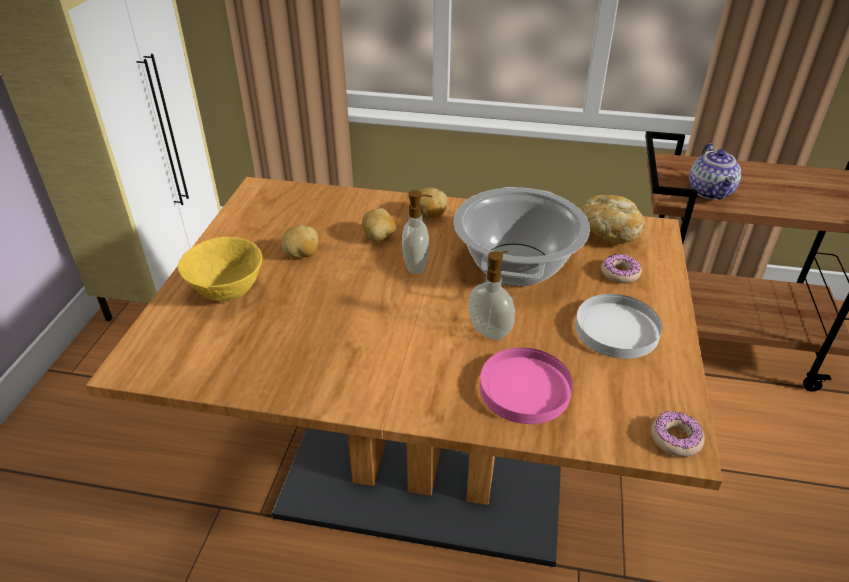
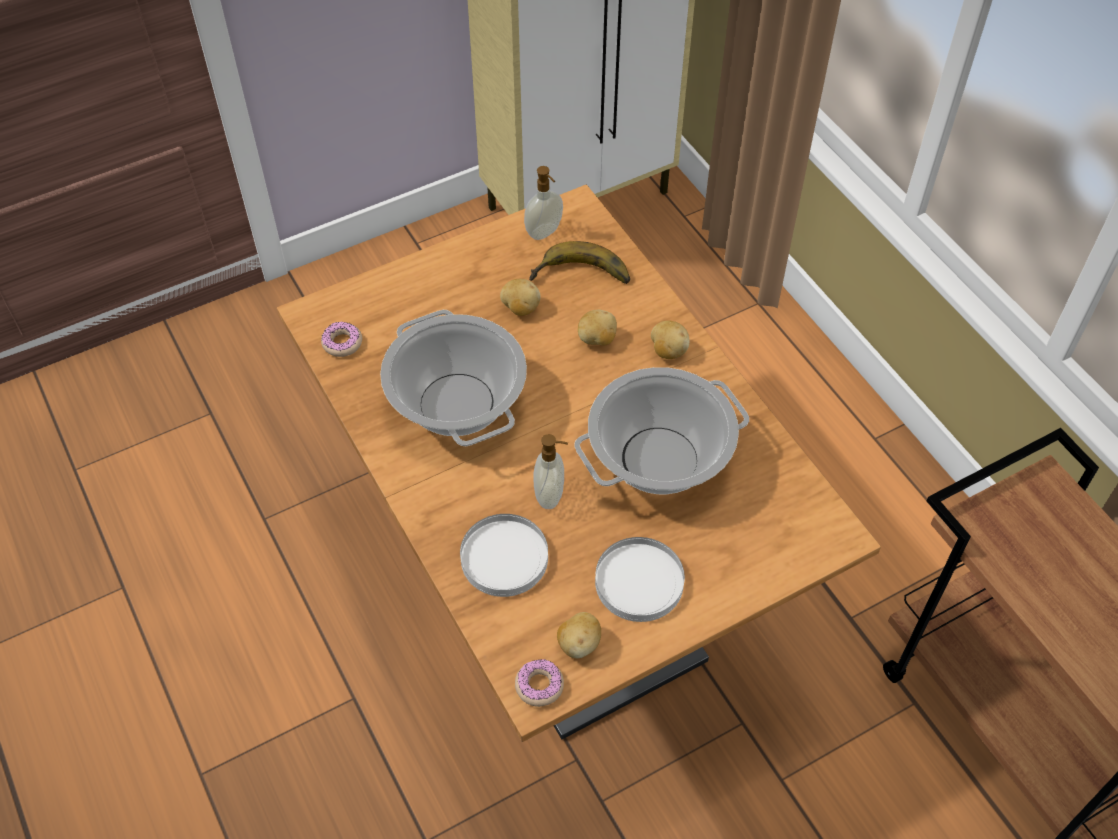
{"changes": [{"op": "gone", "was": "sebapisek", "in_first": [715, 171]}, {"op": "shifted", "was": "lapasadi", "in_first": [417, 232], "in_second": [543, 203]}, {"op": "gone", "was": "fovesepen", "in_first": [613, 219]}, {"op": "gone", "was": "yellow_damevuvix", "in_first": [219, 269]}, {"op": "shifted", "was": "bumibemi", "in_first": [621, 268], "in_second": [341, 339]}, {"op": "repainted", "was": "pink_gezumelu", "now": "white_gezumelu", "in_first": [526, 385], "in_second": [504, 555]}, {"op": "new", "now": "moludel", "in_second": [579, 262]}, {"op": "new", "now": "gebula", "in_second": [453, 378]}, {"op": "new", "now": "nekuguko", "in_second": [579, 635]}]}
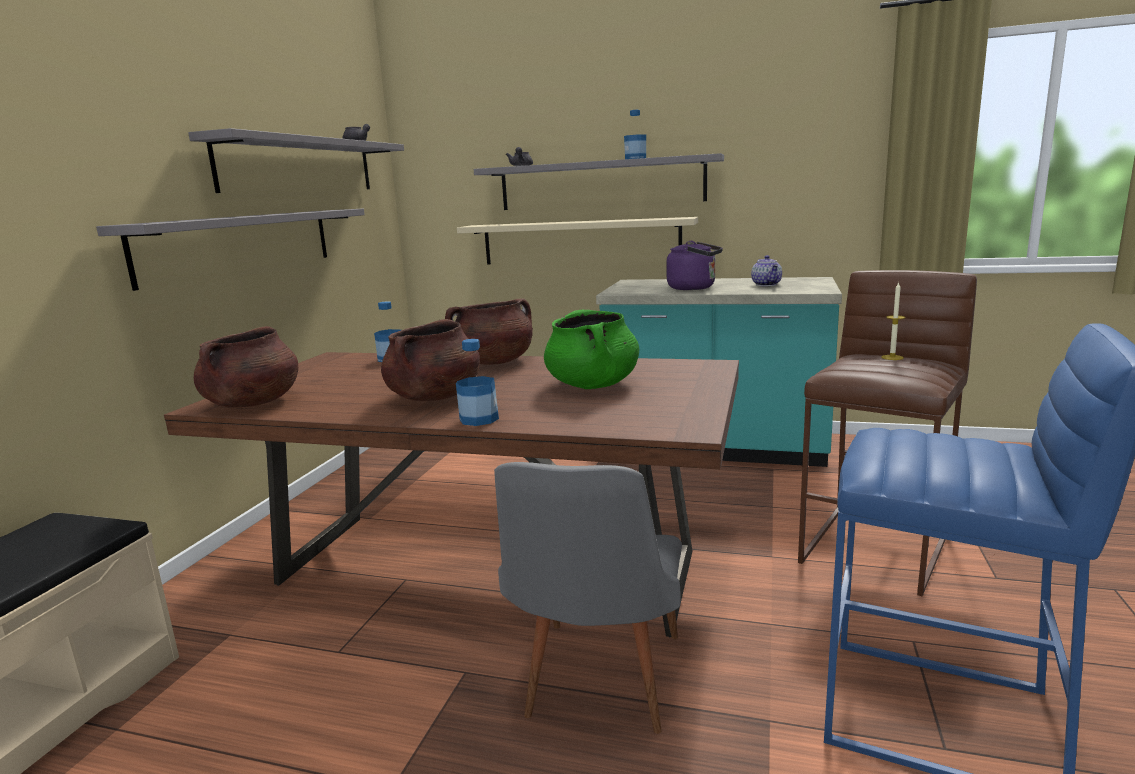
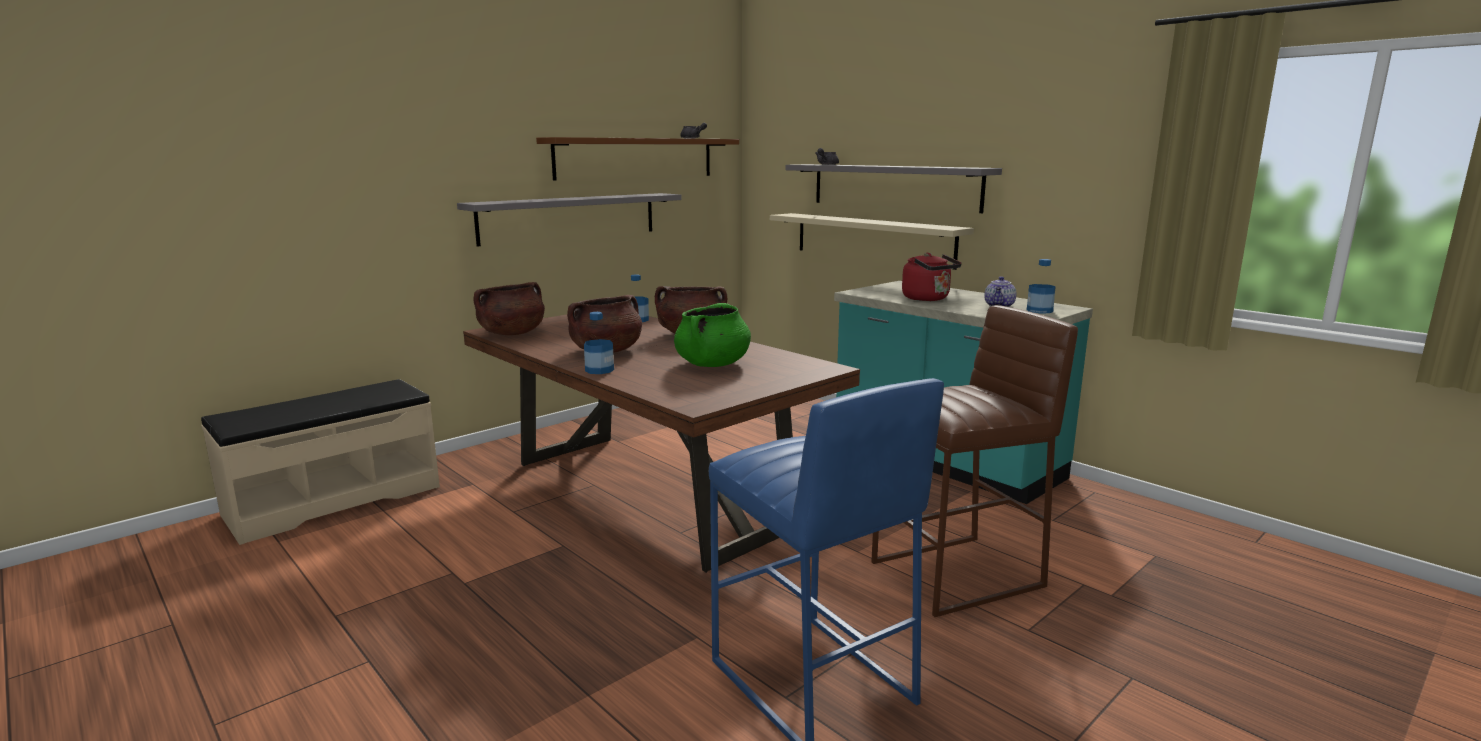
{"changes": [{"op": "shifted", "was": "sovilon", "in_first": [635, 134], "in_second": [1041, 286]}, {"op": "repainted", "was": "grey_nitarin", "now": "brown_nitarin", "in_first": [296, 160], "in_second": [637, 159]}, {"op": "repainted", "was": "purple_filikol", "now": "red_filikol", "in_first": [694, 265], "in_second": [932, 277]}, {"op": "gone", "was": "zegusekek", "in_first": [893, 321]}, {"op": "gone", "was": "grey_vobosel", "in_first": [588, 598]}]}
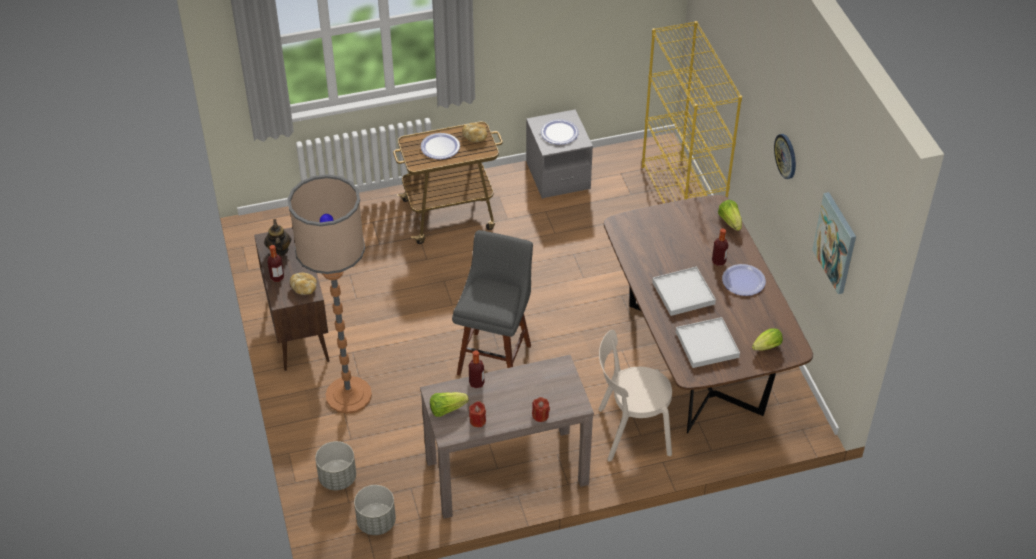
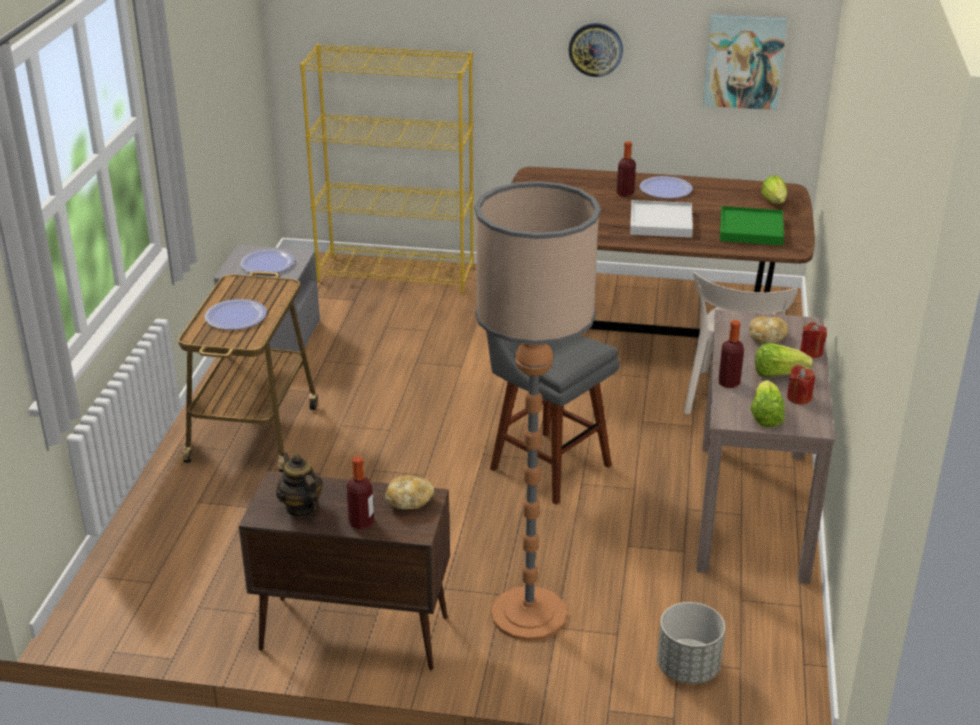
{"changes": [{"op": "shifted", "was": "fovesepen", "in_first": [474, 132], "in_second": [768, 329]}, {"op": "shifted", "was": "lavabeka", "in_first": [730, 215], "in_second": [784, 360]}, {"op": "rotated", "was": "sebapisek", "in_first": [277, 237], "in_second": [299, 484], "clockwise": 45}, {"op": "repainted", "was": "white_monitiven", "now": "green_monitiven", "in_first": [708, 342], "in_second": [752, 225]}, {"op": "gone", "was": "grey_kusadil", "in_first": [375, 510]}]}
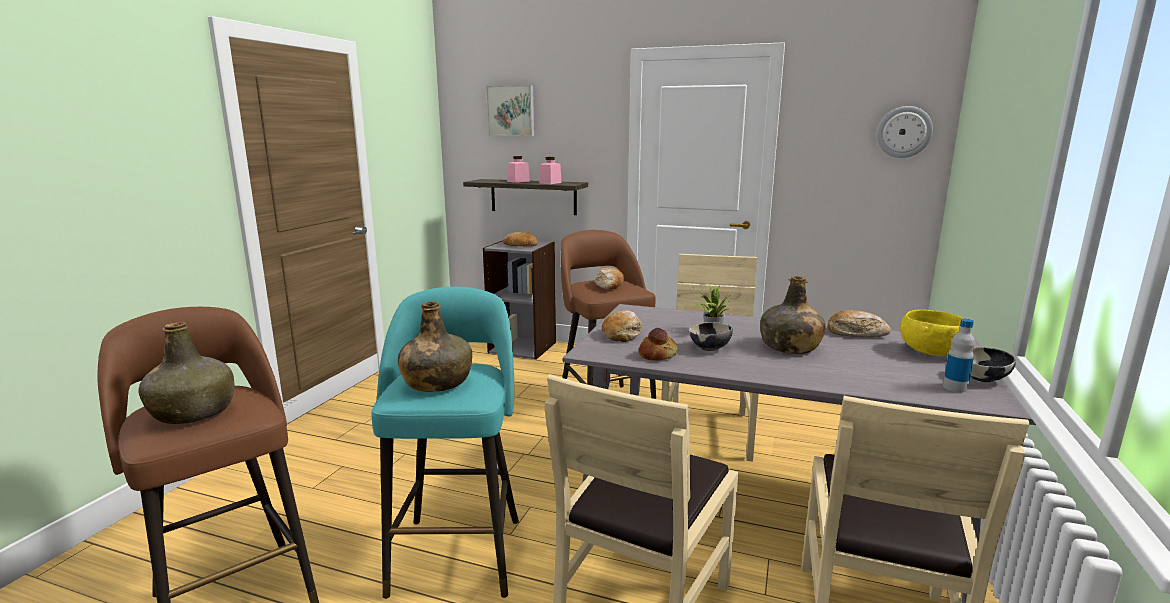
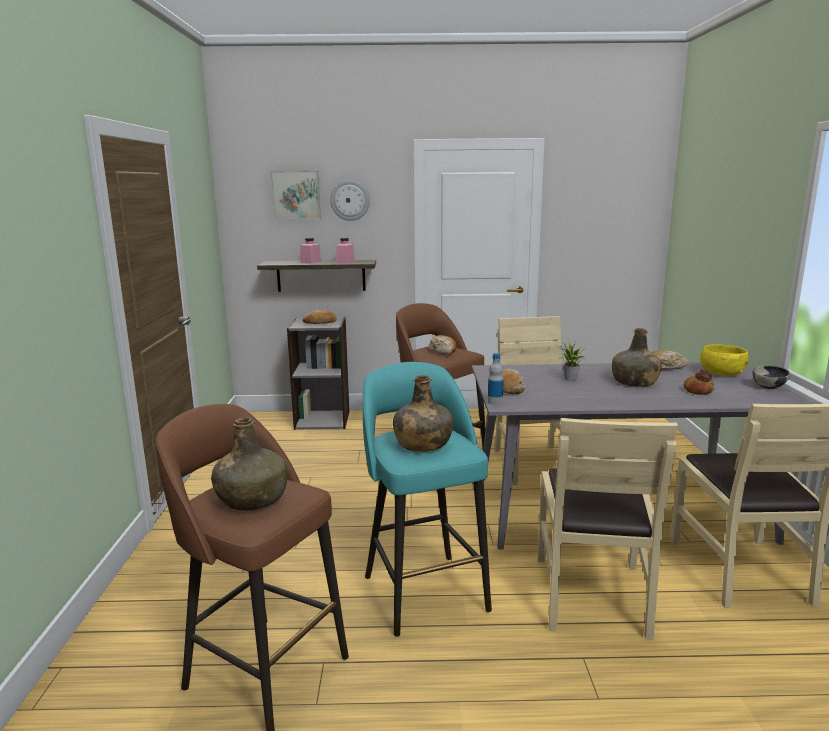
{"changes": [{"op": "shifted", "was": "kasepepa", "in_first": [905, 132], "in_second": [350, 200]}, {"op": "shifted", "was": "sovilon", "in_first": [959, 355], "in_second": [496, 379]}, {"op": "gone", "was": "damevuvix", "in_first": [711, 336]}, {"op": "shifted", "was": "fovesepen", "in_first": [658, 344], "in_second": [699, 382]}]}
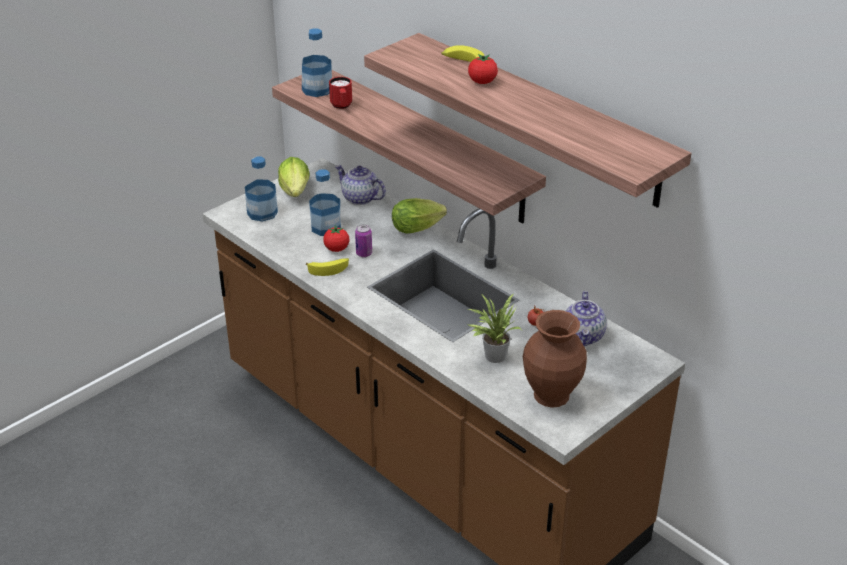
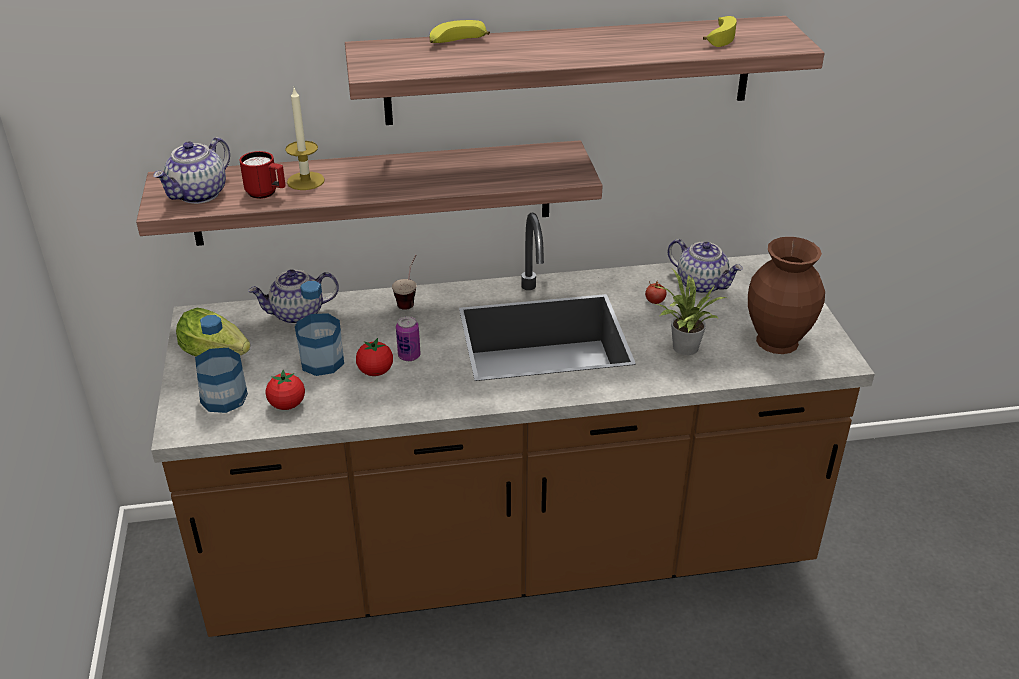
{"changes": [{"op": "swapped", "was": "sovilon", "now": "sebapisek", "in_first": [317, 62], "in_second": [191, 170]}, {"op": "shifted", "was": "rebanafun", "in_first": [483, 69], "in_second": [285, 390]}, {"op": "swapped", "was": "lavabeka", "now": "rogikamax", "in_first": [419, 215], "in_second": [404, 282]}, {"op": "shifted", "was": "moludel", "in_first": [327, 267], "in_second": [720, 31]}, {"op": "new", "now": "zegusekek", "in_second": [305, 139]}]}
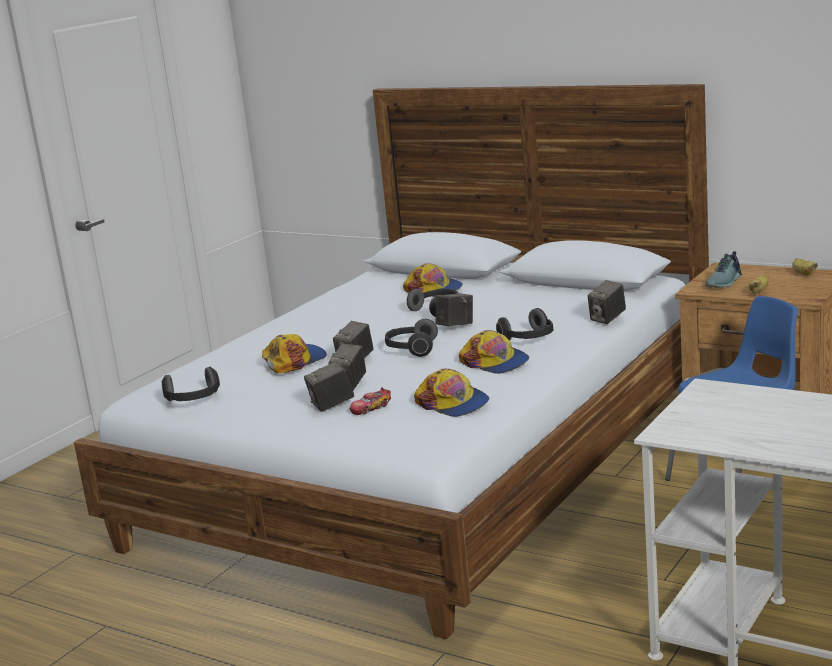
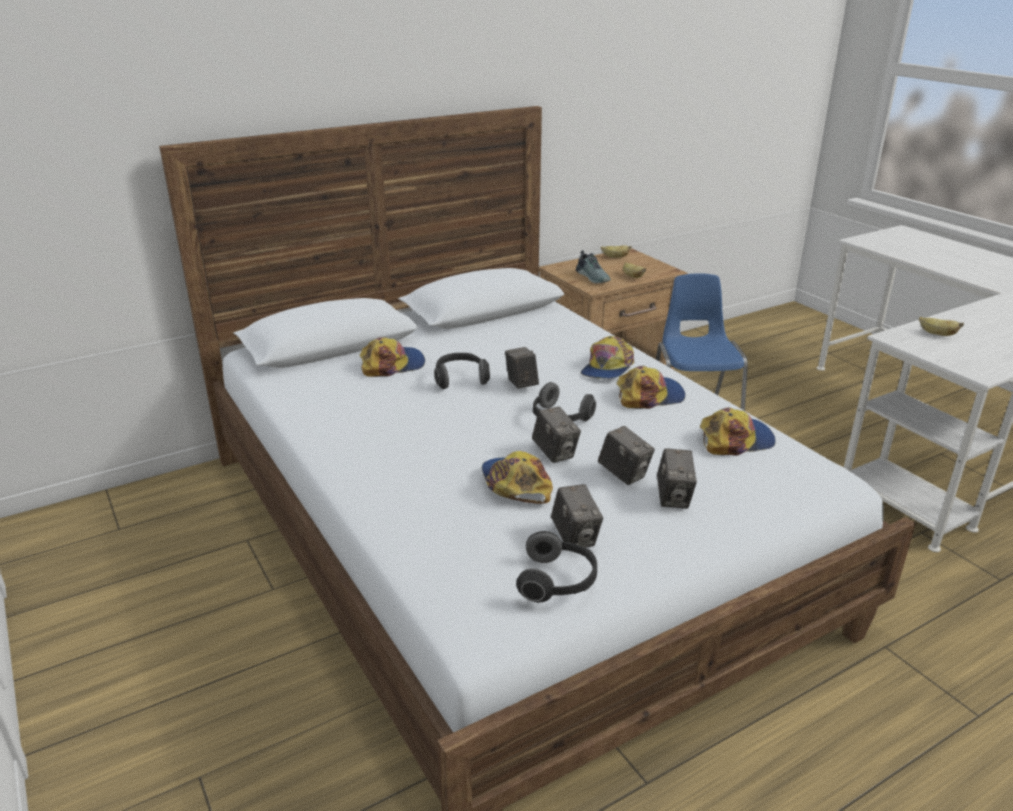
{"changes": [{"op": "shifted", "was": "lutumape", "in_first": [607, 302], "in_second": [577, 516]}, {"op": "swapped", "was": "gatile", "now": "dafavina", "in_first": [524, 324], "in_second": [607, 357]}, {"op": "gone", "was": "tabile", "in_first": [370, 401]}, {"op": "new", "now": "moludel", "in_second": [941, 326]}]}
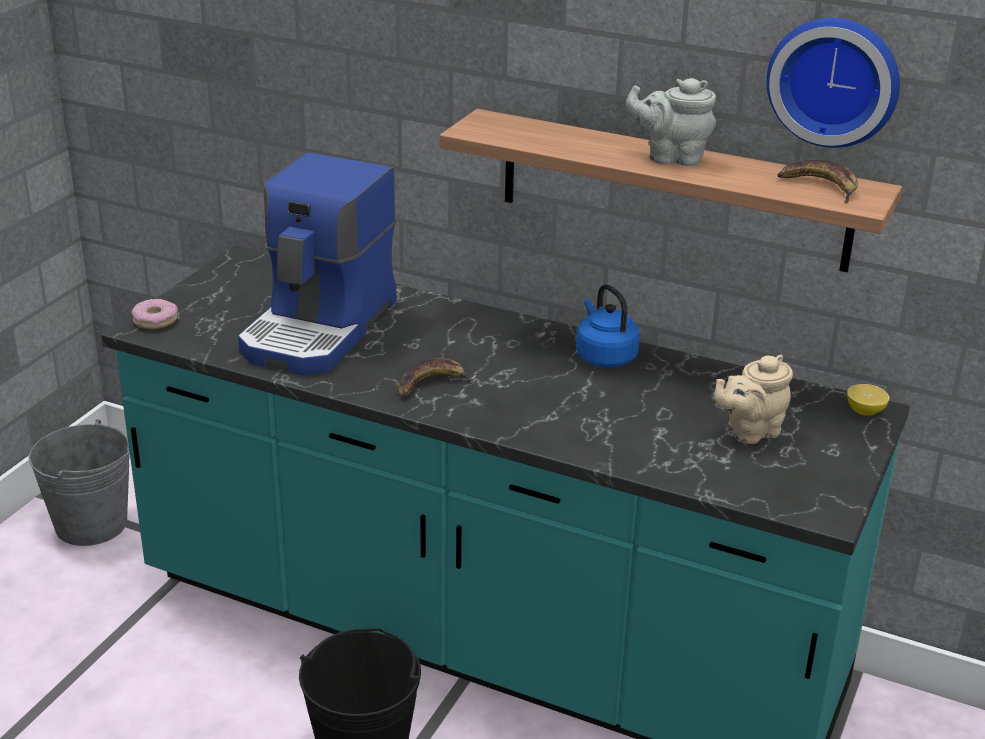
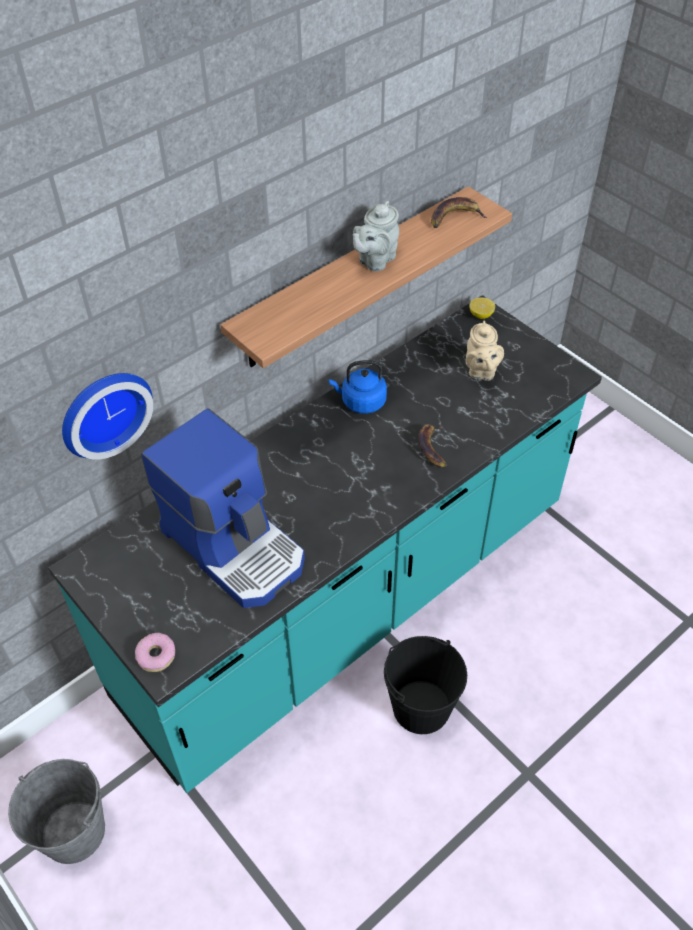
{"changes": [{"op": "shifted", "was": "kasepepa", "in_first": [833, 83], "in_second": [107, 416]}, {"op": "shifted", "was": "moludel", "in_first": [437, 378], "in_second": [432, 446]}]}
